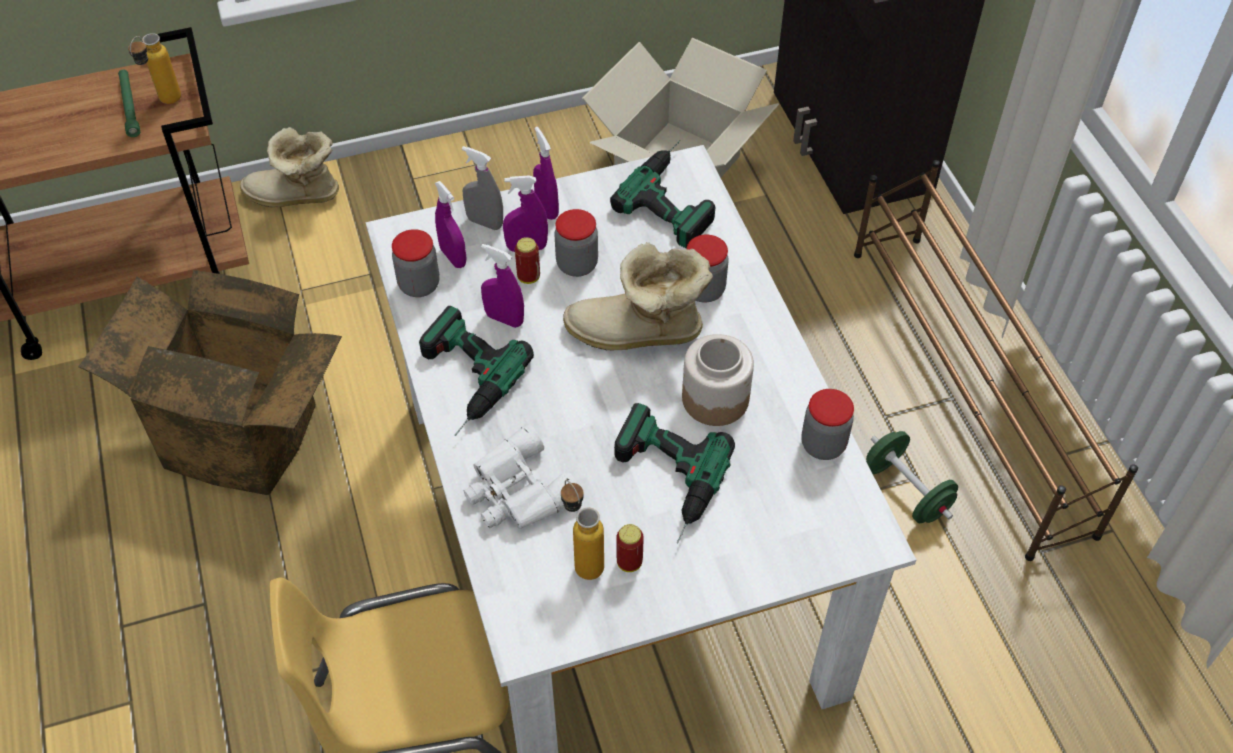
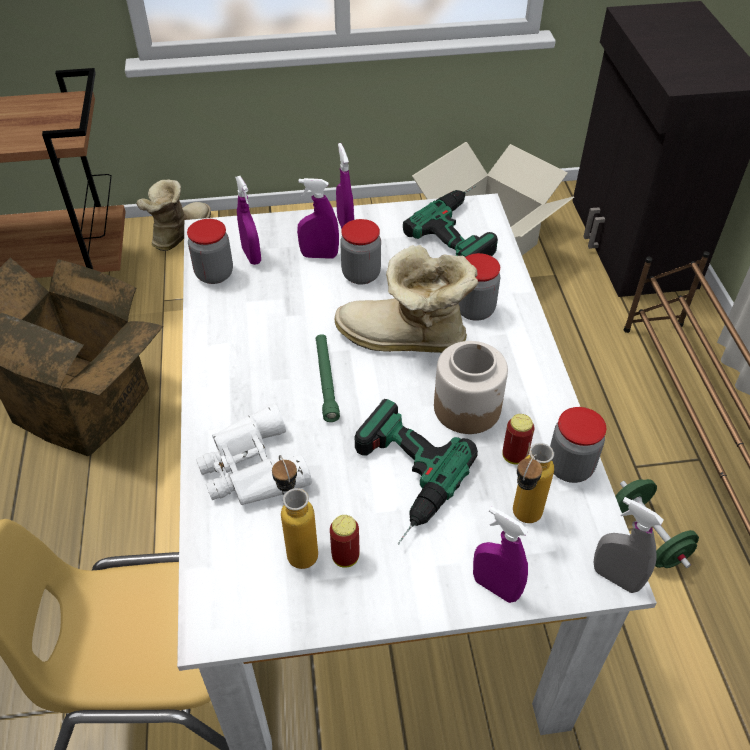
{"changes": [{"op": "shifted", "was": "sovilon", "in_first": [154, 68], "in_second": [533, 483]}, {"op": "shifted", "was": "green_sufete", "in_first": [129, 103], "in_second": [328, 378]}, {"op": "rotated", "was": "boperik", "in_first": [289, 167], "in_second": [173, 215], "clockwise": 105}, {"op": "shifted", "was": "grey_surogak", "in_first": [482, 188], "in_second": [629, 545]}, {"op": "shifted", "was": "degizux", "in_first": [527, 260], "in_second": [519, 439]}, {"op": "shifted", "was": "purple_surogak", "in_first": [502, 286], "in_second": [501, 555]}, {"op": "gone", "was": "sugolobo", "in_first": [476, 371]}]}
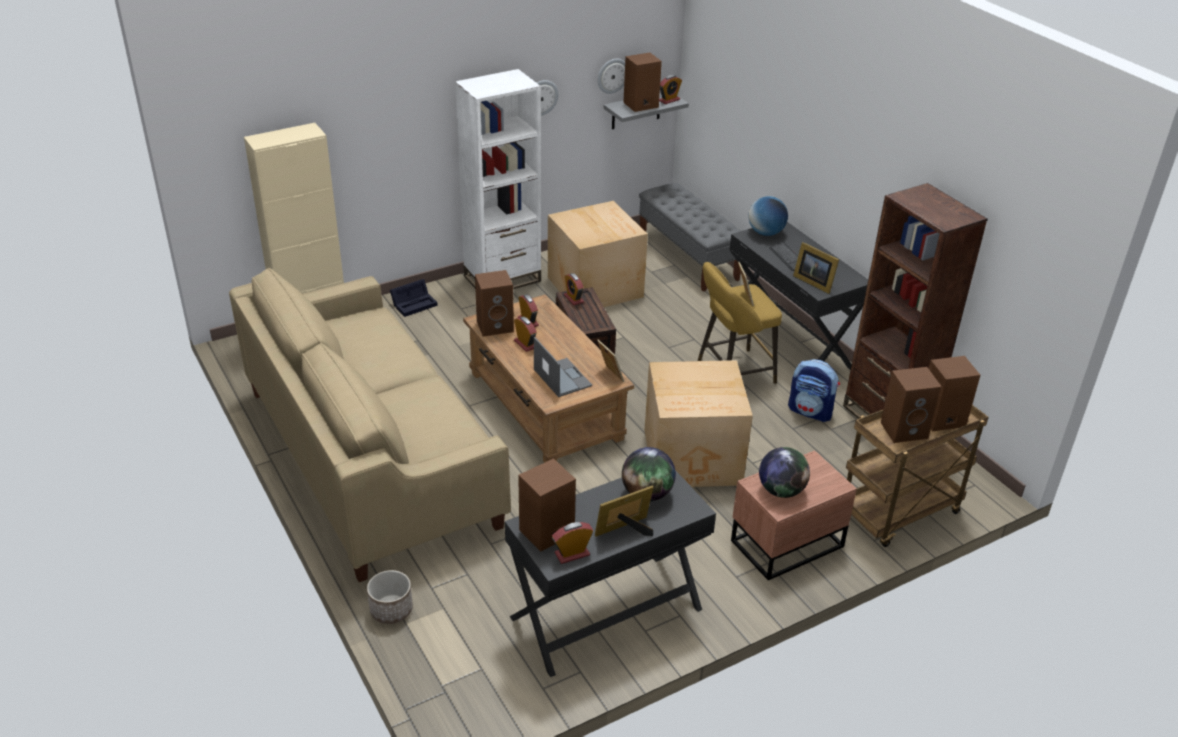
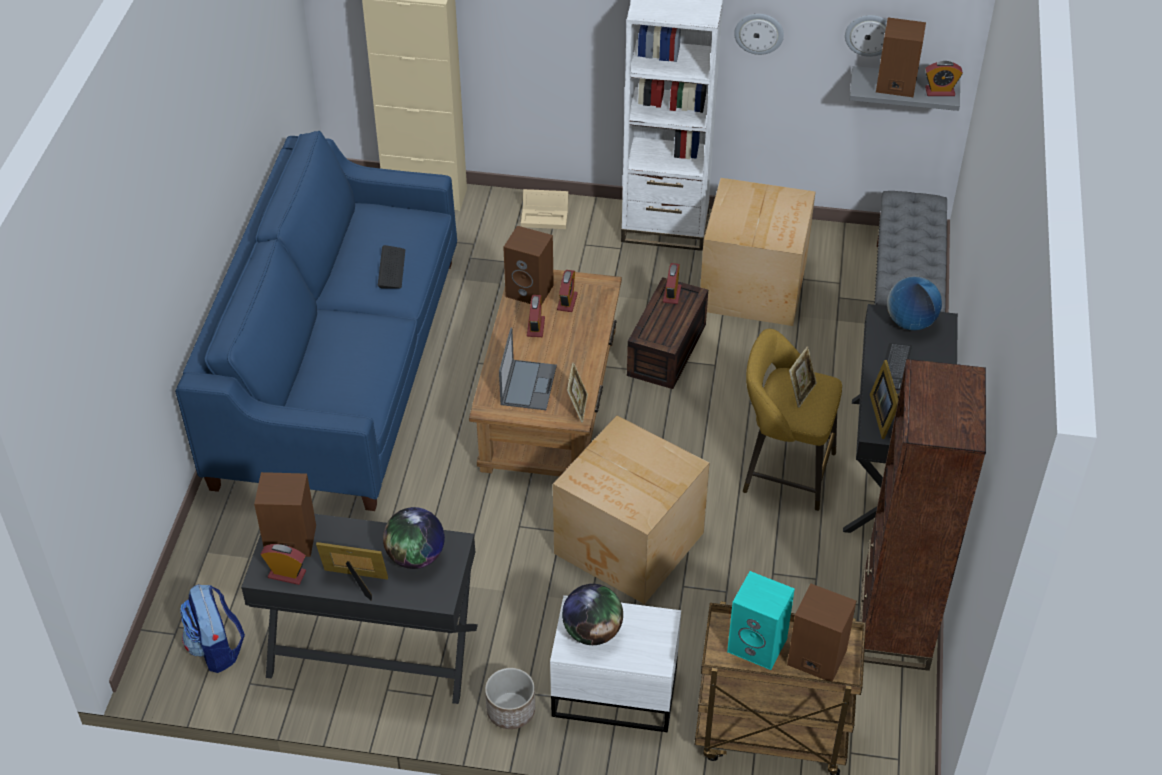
{"changes": [{"op": "repainted", "was": "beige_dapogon", "now": "blue_dapogon", "in_first": [370, 425], "in_second": [316, 321]}, {"op": "repainted", "was": "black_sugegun", "now": "beige_sugegun", "in_first": [414, 298], "in_second": [545, 209]}, {"op": "shifted", "was": "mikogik", "in_first": [814, 390], "in_second": [212, 628]}, {"op": "repainted", "was": "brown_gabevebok", "now": "turquoise_gabevebok", "in_first": [911, 405], "in_second": [761, 620]}, {"op": "repainted", "was": "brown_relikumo", "now": "white_relikumo", "in_first": [794, 515], "in_second": [615, 664]}, {"op": "shifted", "was": "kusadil", "in_first": [390, 597], "in_second": [510, 698]}, {"op": "new", "now": "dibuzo", "in_second": [391, 266]}]}
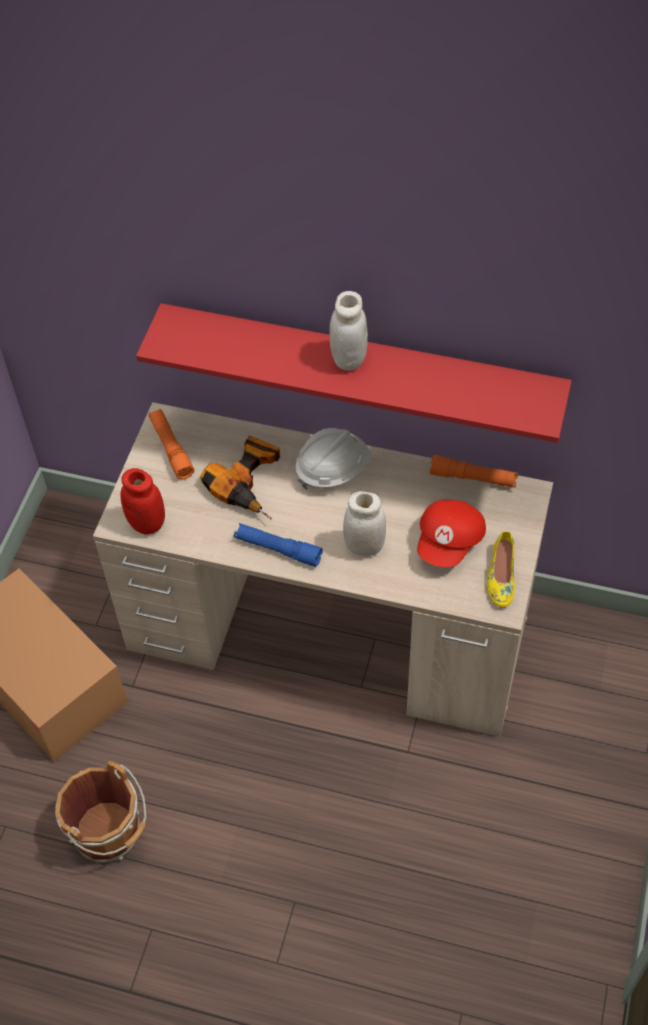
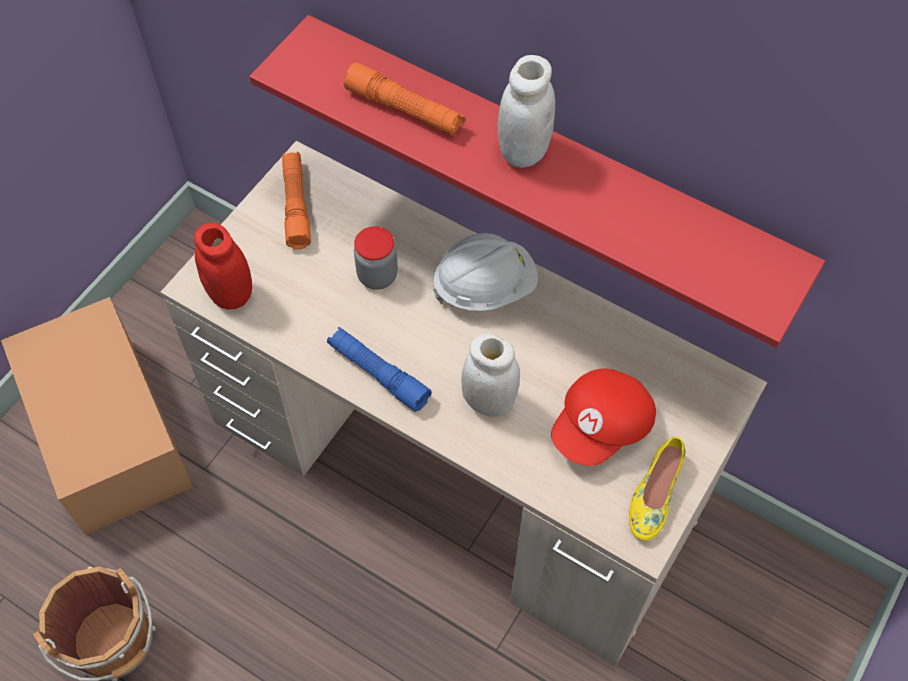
{"changes": [{"op": "swapped", "was": "sugolobo", "now": "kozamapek", "in_first": [240, 477], "in_second": [376, 258]}, {"op": "shifted", "was": "orange_sufete", "in_first": [474, 471], "in_second": [404, 99]}]}
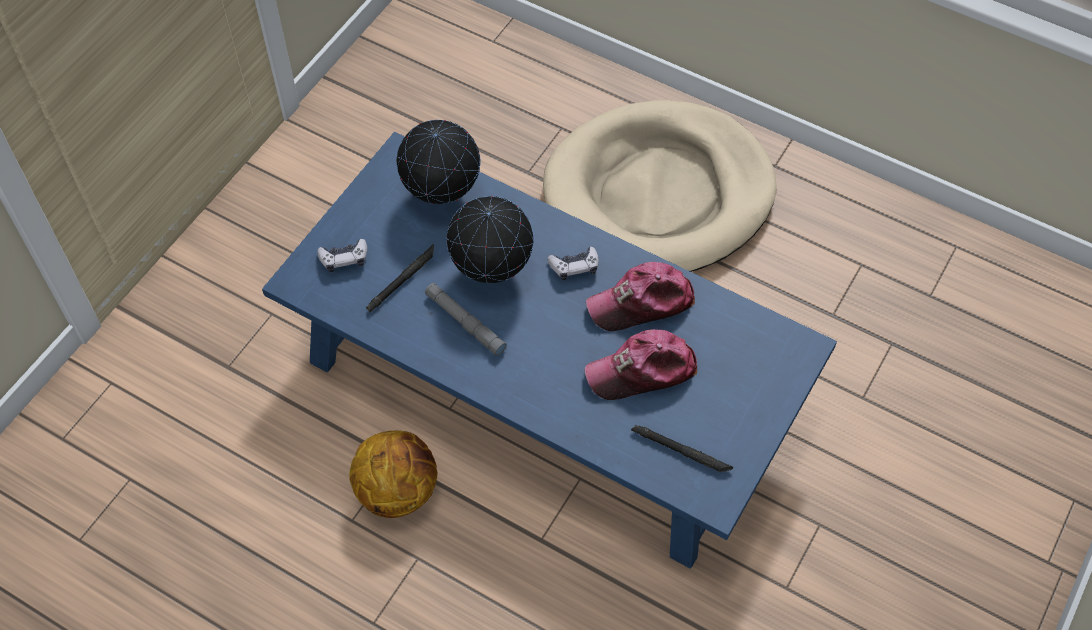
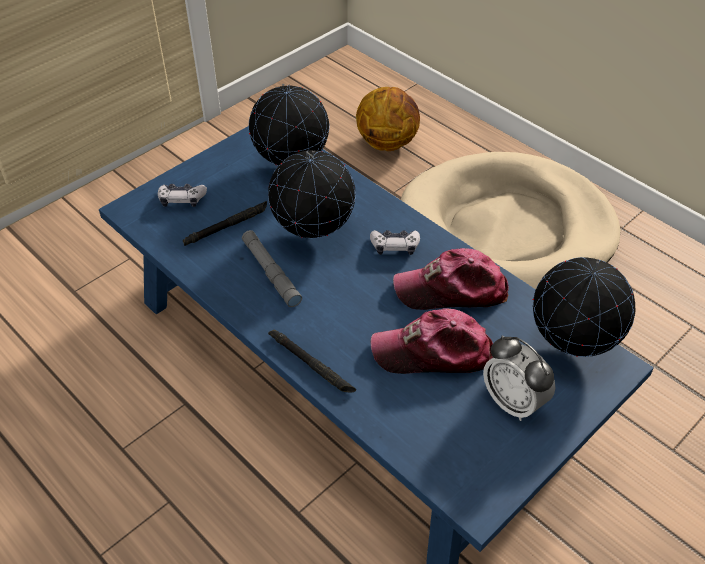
{"changes": [{"op": "shifted", "was": "black_sufete", "in_first": [682, 448], "in_second": [312, 360]}, {"op": "shifted", "was": "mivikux", "in_first": [393, 474], "in_second": [388, 119]}, {"op": "new", "now": "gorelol", "in_second": [584, 307]}, {"op": "new", "now": "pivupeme", "in_second": [519, 378]}]}
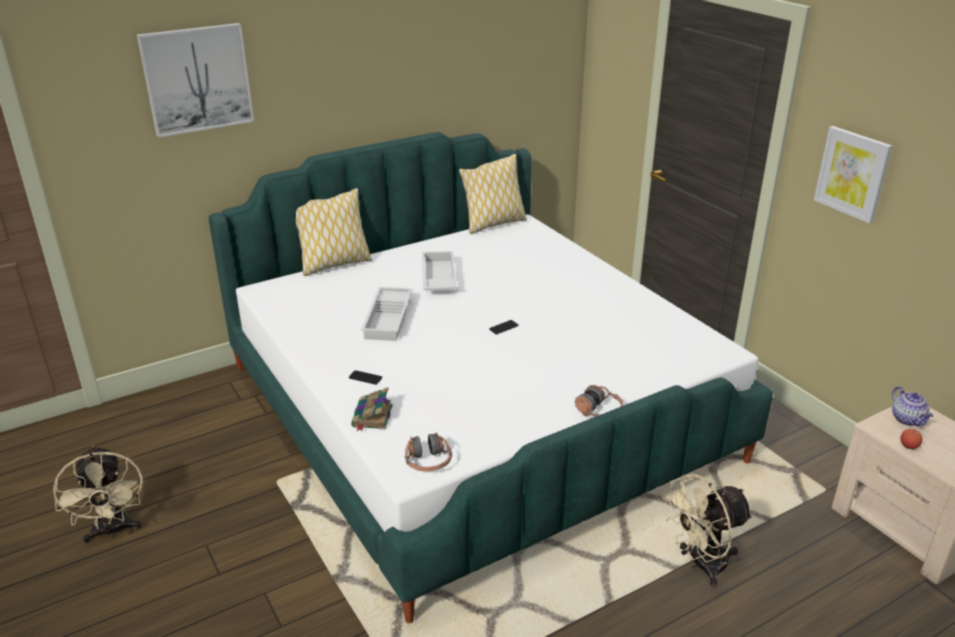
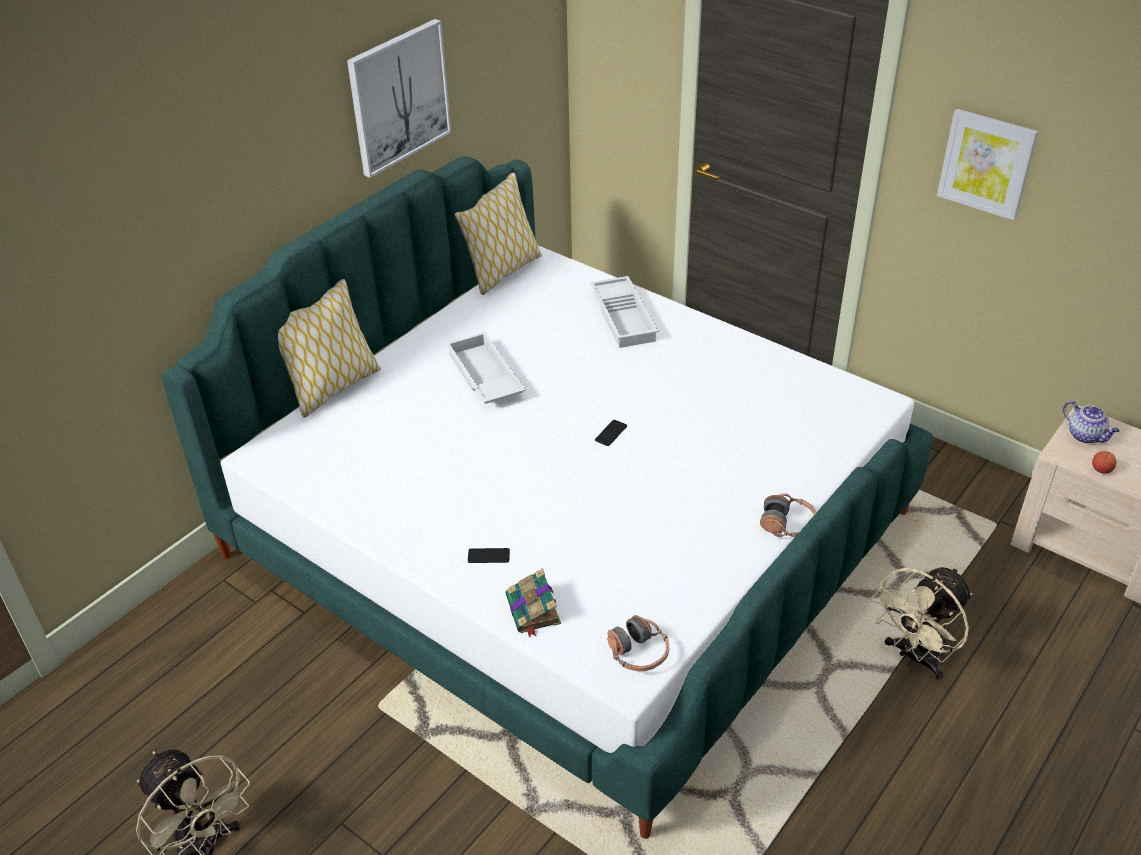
{"changes": [{"op": "shifted", "was": "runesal", "in_first": [195, 80], "in_second": [399, 98]}, {"op": "shifted", "was": "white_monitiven", "in_first": [387, 314], "in_second": [624, 312]}]}
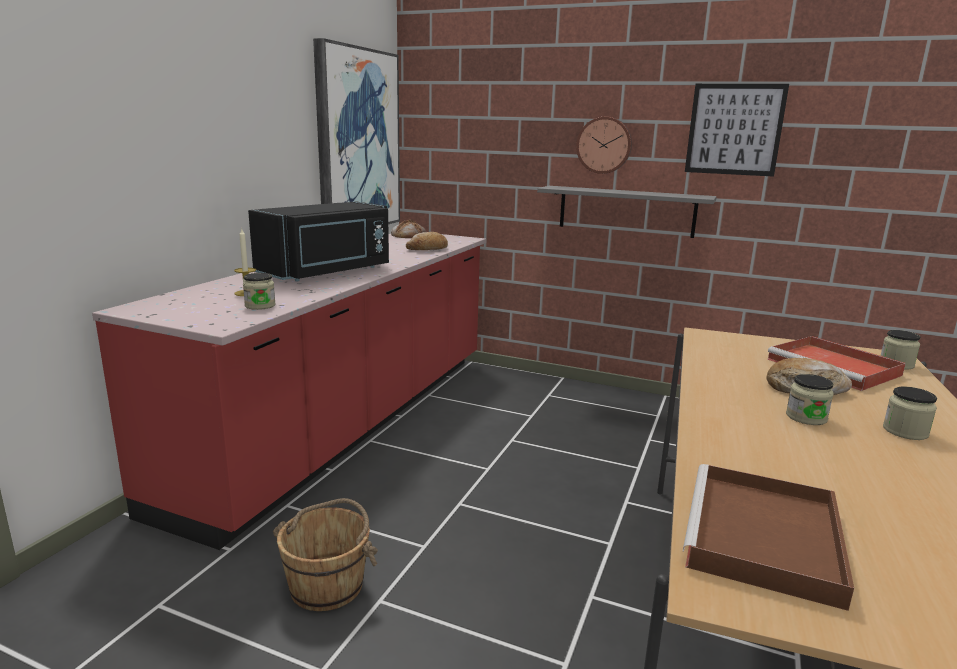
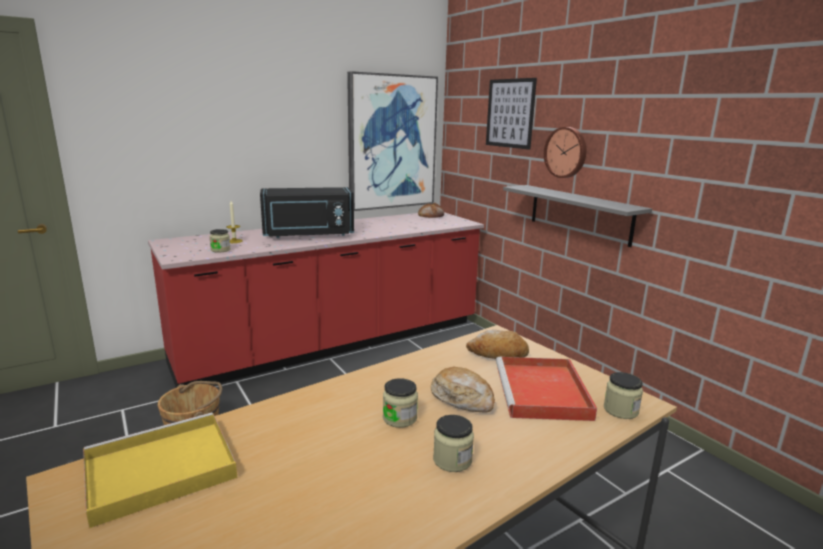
{"changes": [{"op": "shifted", "was": "runesal", "in_first": [737, 130], "in_second": [511, 114]}, {"op": "shifted", "was": "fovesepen", "in_first": [427, 241], "in_second": [497, 344]}, {"op": "repainted", "was": "brown_monitiven", "now": "yellow_monitiven", "in_first": [768, 537], "in_second": [160, 470]}]}
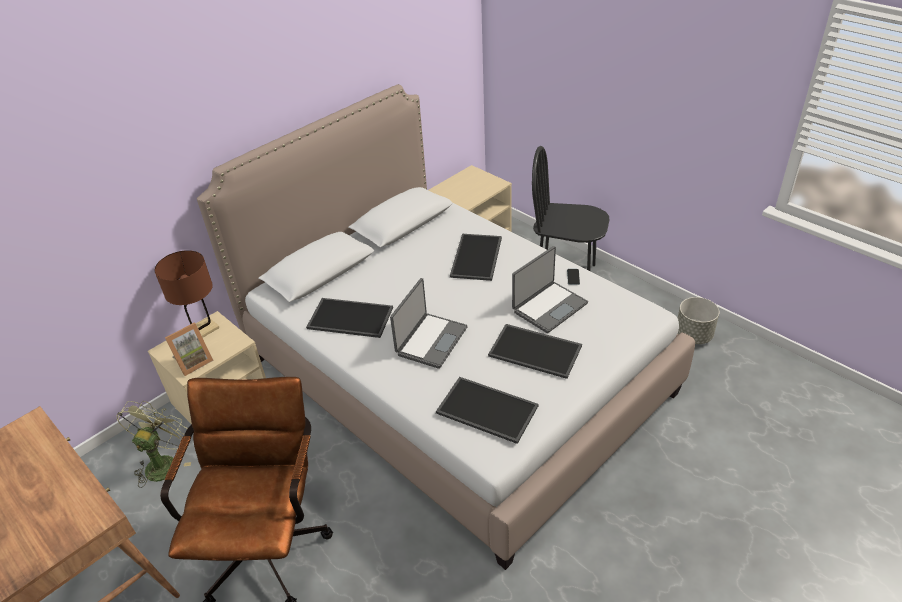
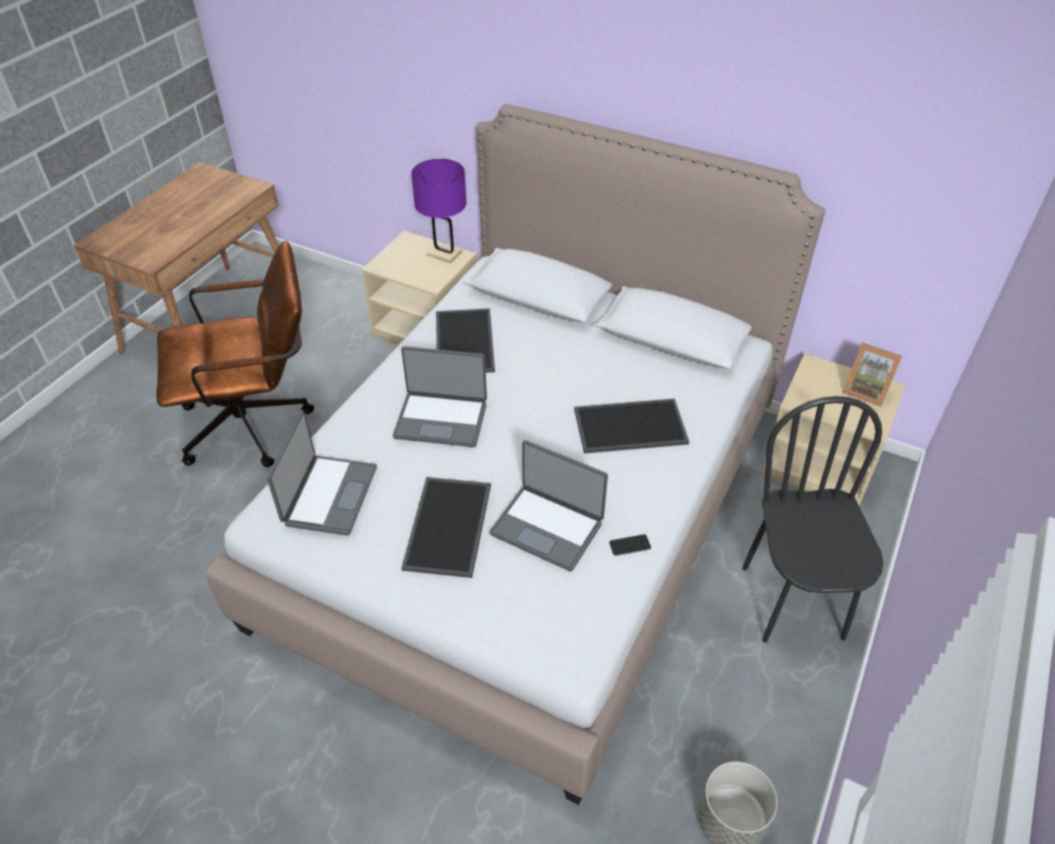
{"changes": [{"op": "repainted", "was": "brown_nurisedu", "now": "purple_nurisedu", "in_first": [187, 293], "in_second": [439, 211]}, {"op": "shifted", "was": "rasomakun", "in_first": [189, 349], "in_second": [872, 374]}, {"op": "swapped", "was": "monitiven", "now": "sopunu", "in_first": [487, 410], "in_second": [322, 473]}, {"op": "gone", "was": "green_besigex", "in_first": [154, 444]}]}
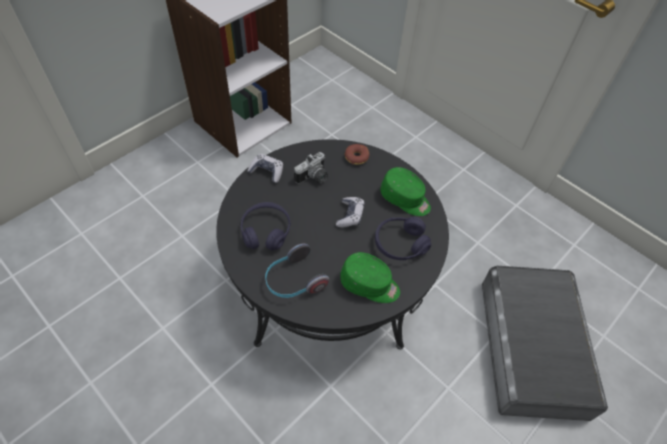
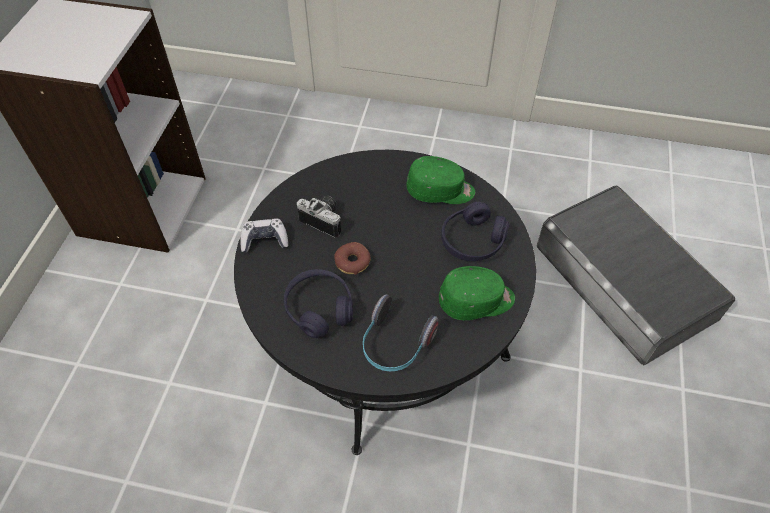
{"changes": [{"op": "shifted", "was": "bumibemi", "in_first": [357, 154], "in_second": [353, 258]}, {"op": "rotated", "was": "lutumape", "in_first": [311, 168], "in_second": [319, 216], "clockwise": -75}, {"op": "gone", "was": "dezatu", "in_first": [350, 212]}]}
